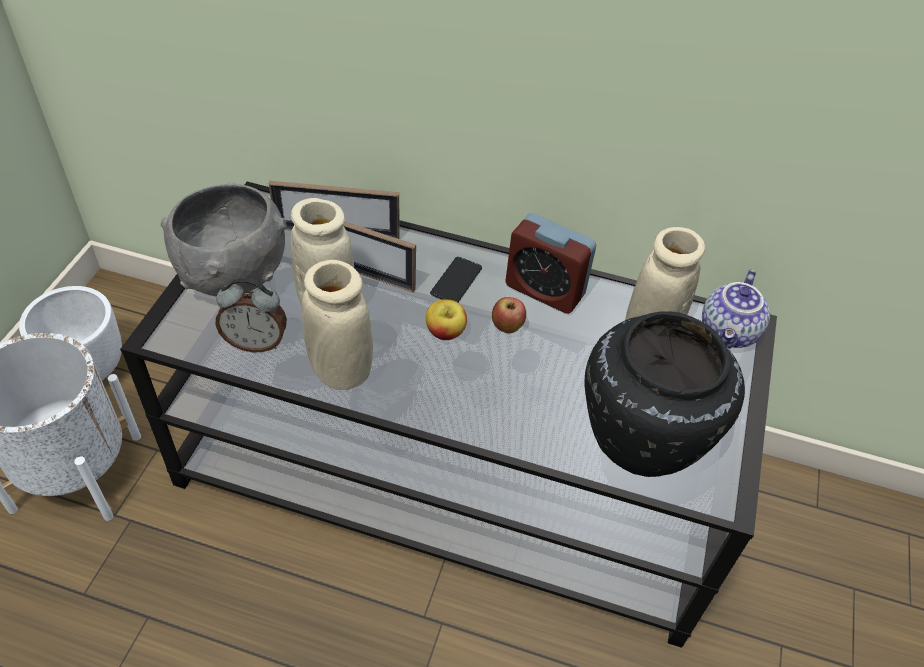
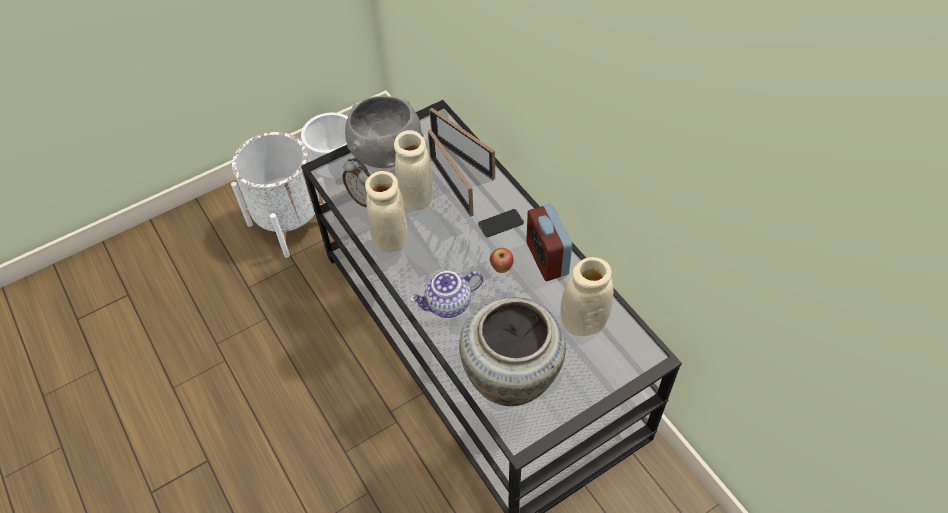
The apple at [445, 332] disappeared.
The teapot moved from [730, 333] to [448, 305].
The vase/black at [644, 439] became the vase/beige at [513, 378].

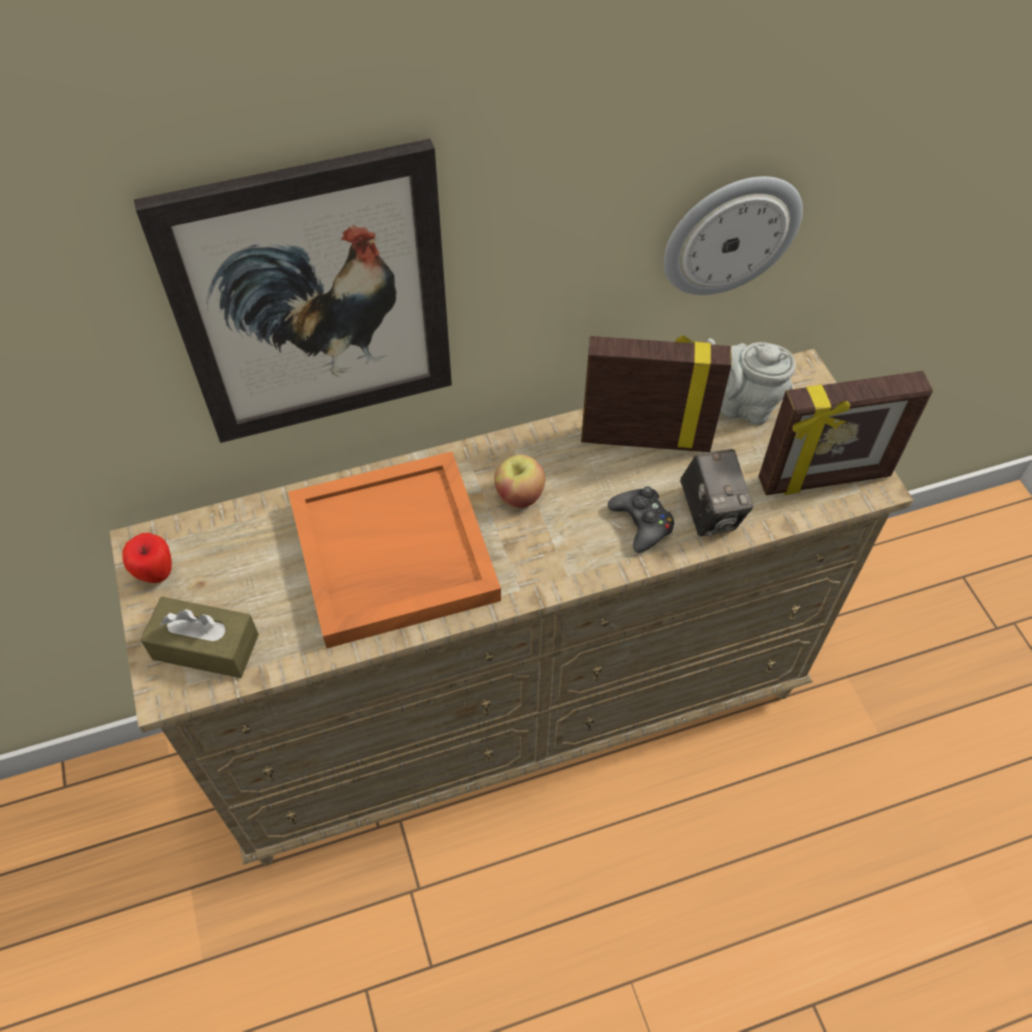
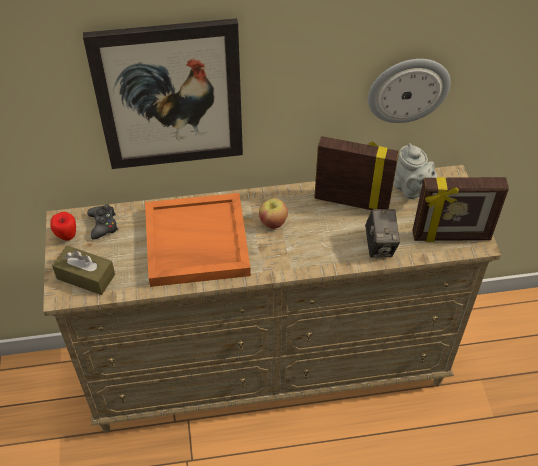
The game controller/black moved from [642, 523] to [103, 225].
The teapot/grey at [741, 404] turned 150 degrees counterclockwise.

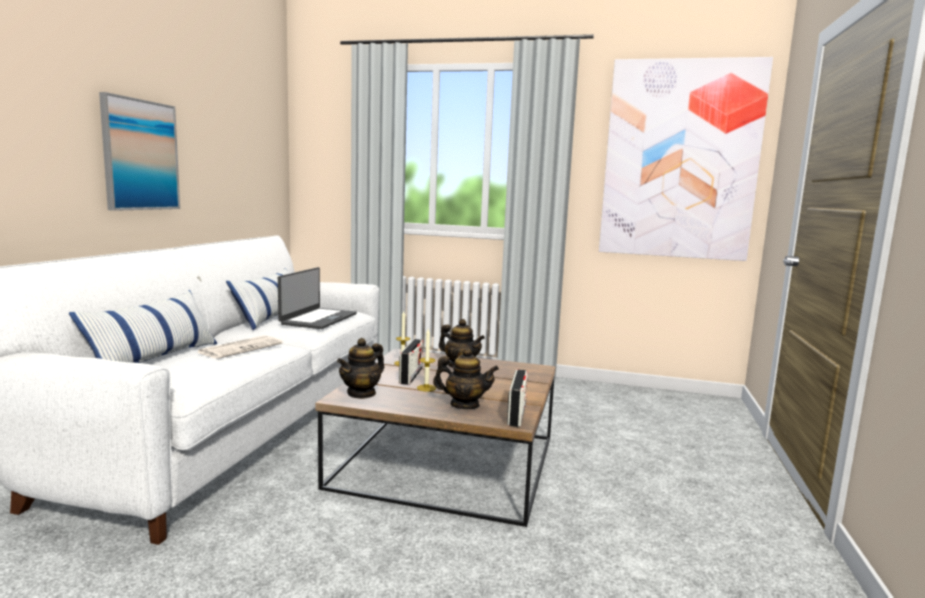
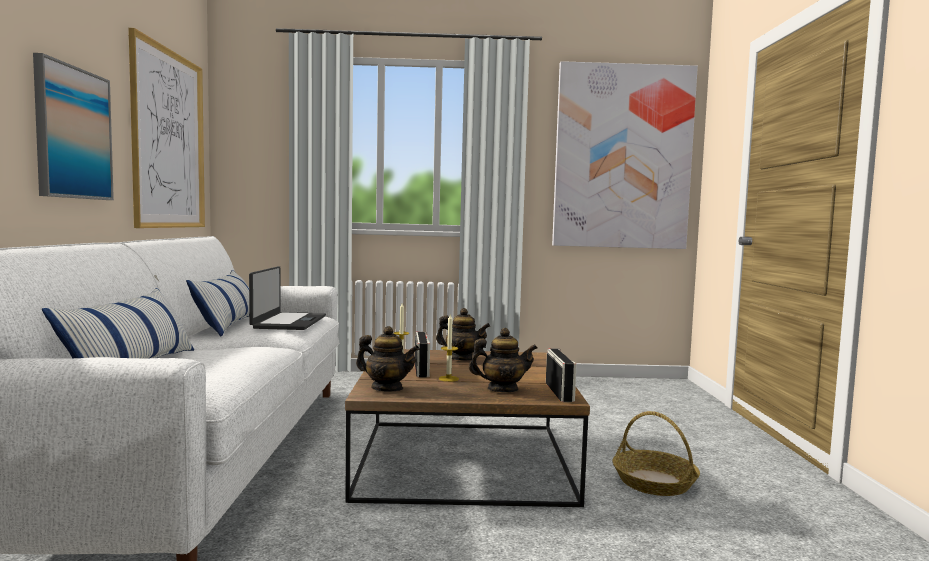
The newspaper at [241, 348] disappeared.
The picture at [169, 140] appeared.
The basket at [654, 482] appeared.
The teapot at [361, 393] turned 90 degrees counterclockwise.

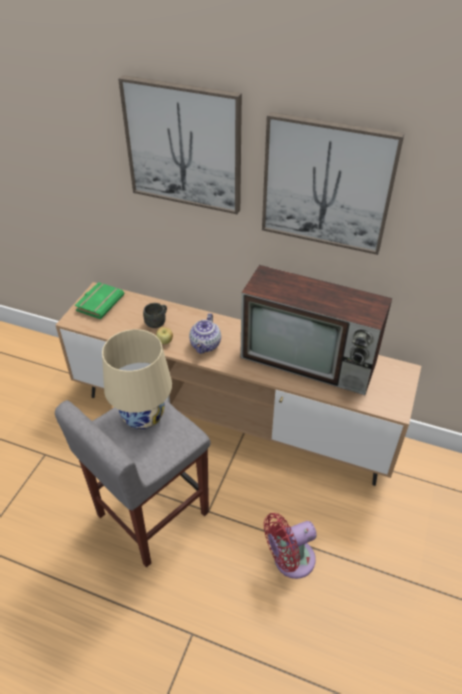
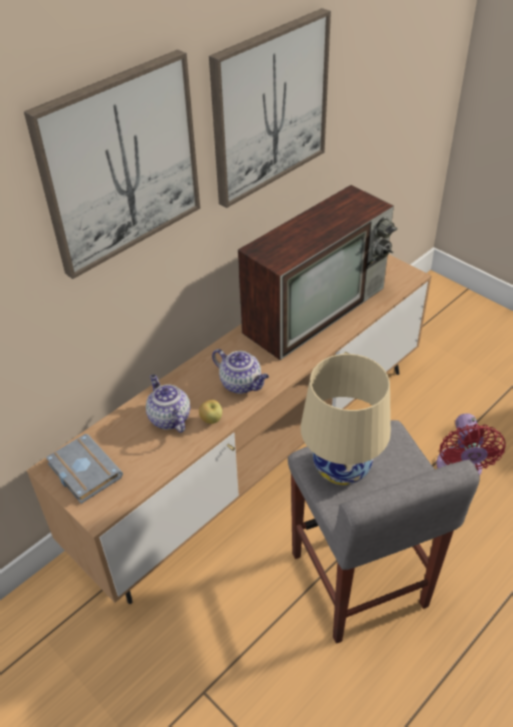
The mug/grey at [157, 322] was replaced by the teapot at [168, 418].
The book/green at [99, 302] became the book/grey at [82, 471].

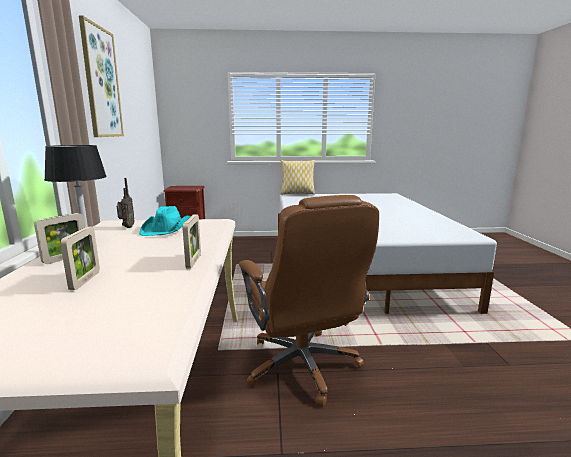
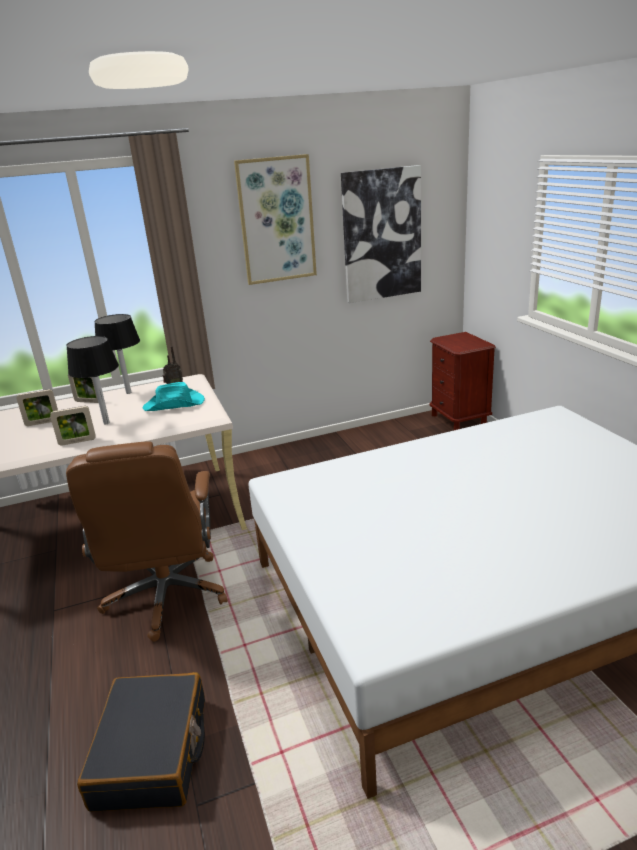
The pillow at [297, 194] disappeared.
The table lamp/black at [106, 423] appeared.
The suitcase/black at [152, 752] appeared.
The picture at [381, 235] appeared.
The office chair/brown at [303, 366] turned 60 degrees counterclockwise.

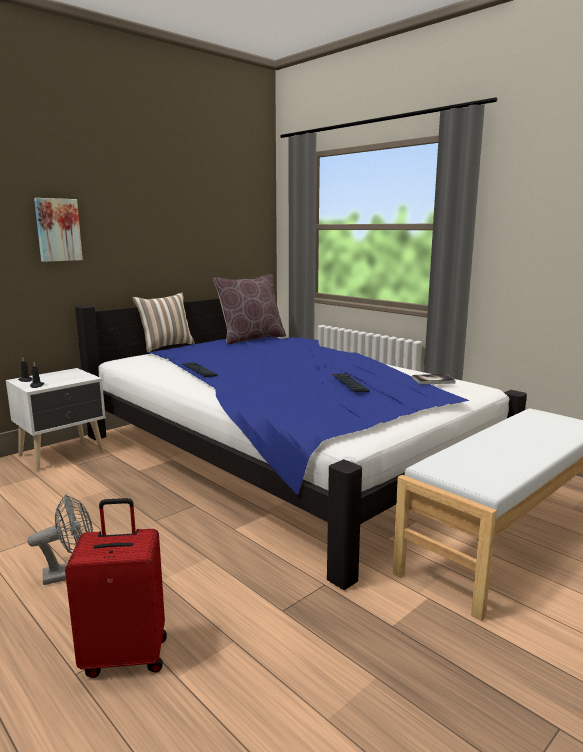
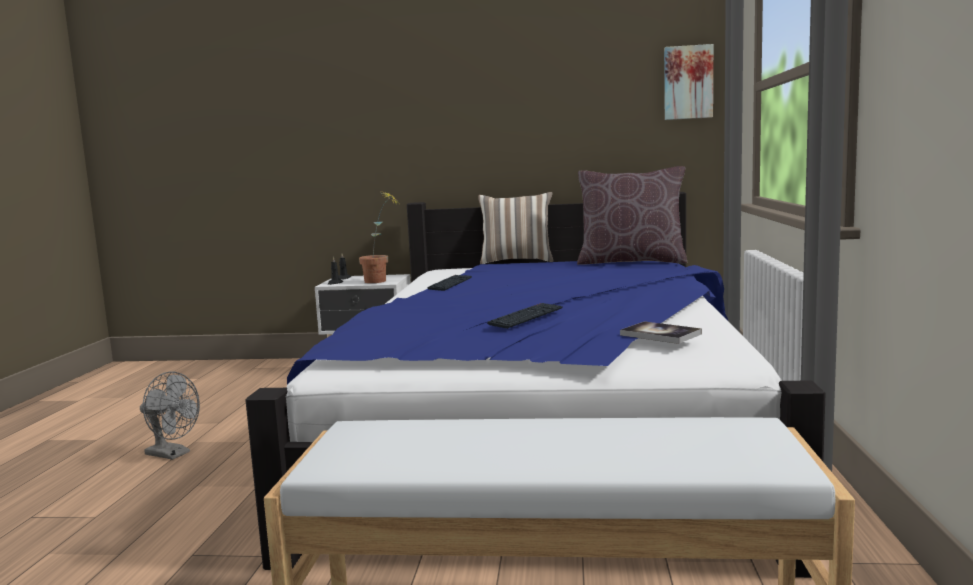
The suitcase/red at [126, 655] disappeared.
The potted plant at [381, 281] appeared.
The picture moved from [58, 230] to [688, 82].

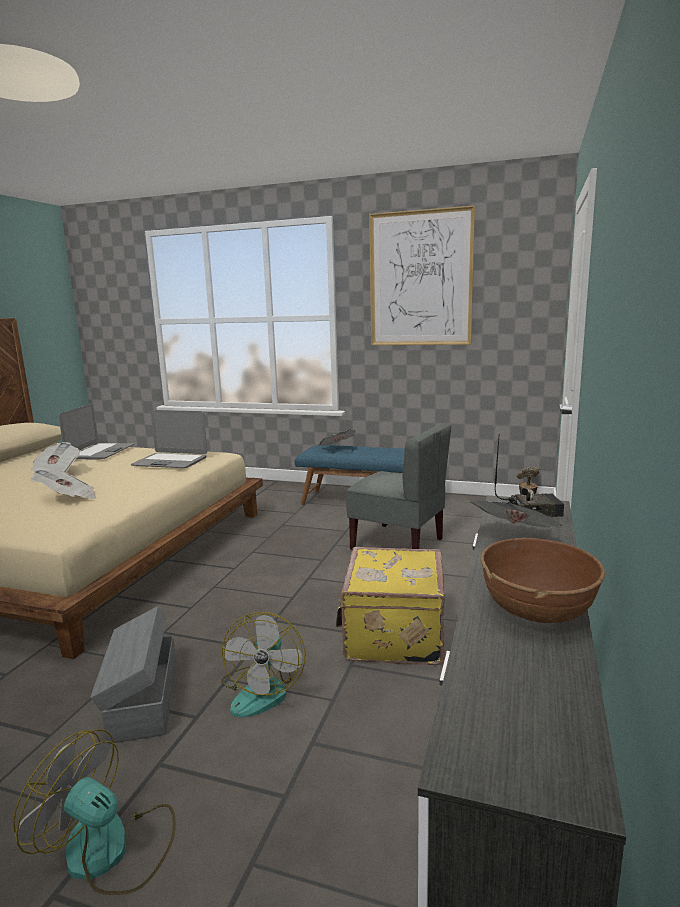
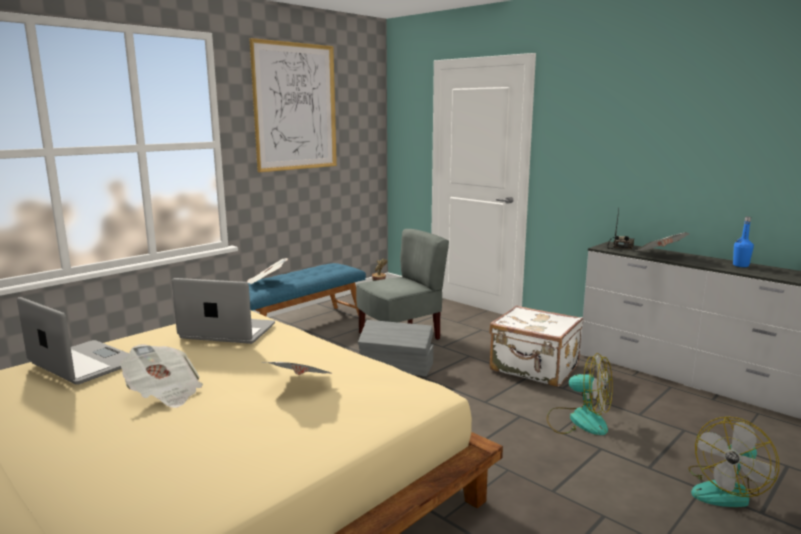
The storage box/grey moved from [142, 700] to [397, 366].
The bowl/brown at [538, 610] was replaced by the bottle/blue at [740, 265].
The suitcase/yellow at [392, 635] became the suitcase/white at [534, 369].
The laptop at [170, 462] turned 120 degrees counterclockwise.

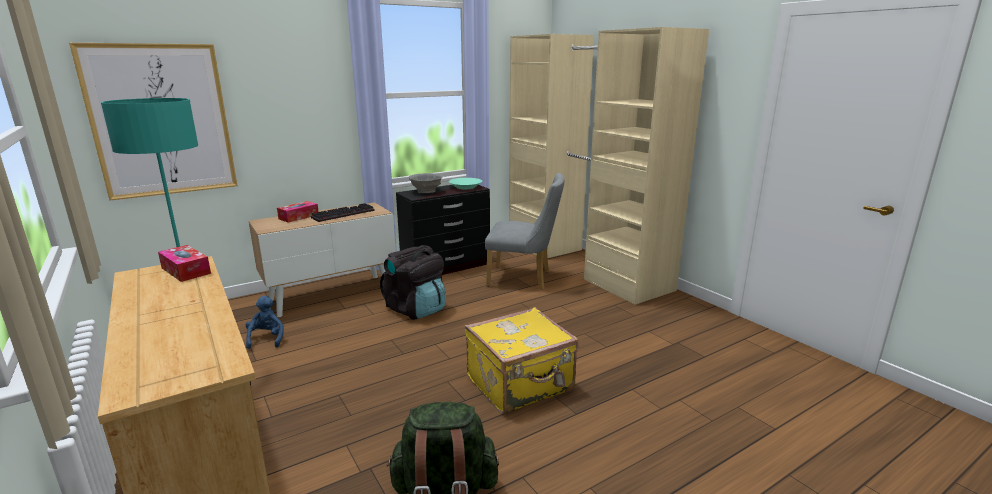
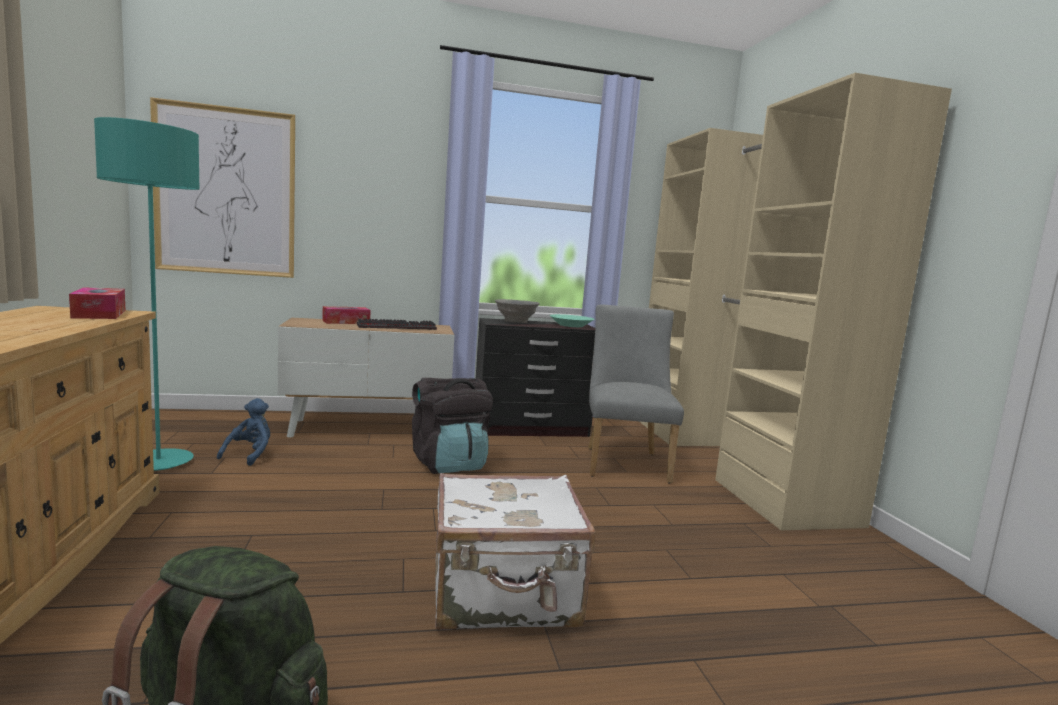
The suitcase/yellow at [521, 385] became the suitcase/white at [505, 595].
The chair/grey at [524, 279] turned 120 degrees counterclockwise.

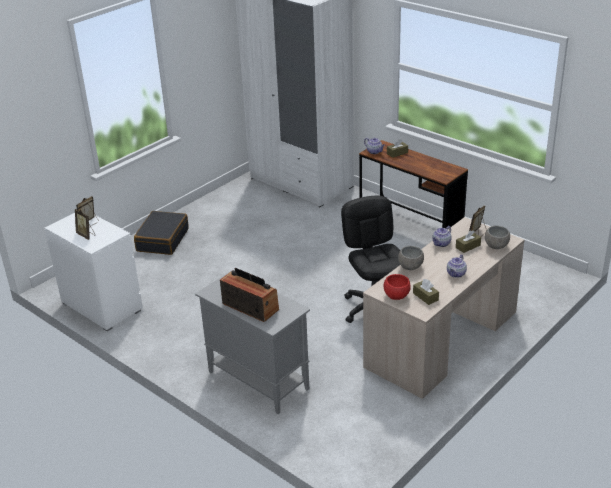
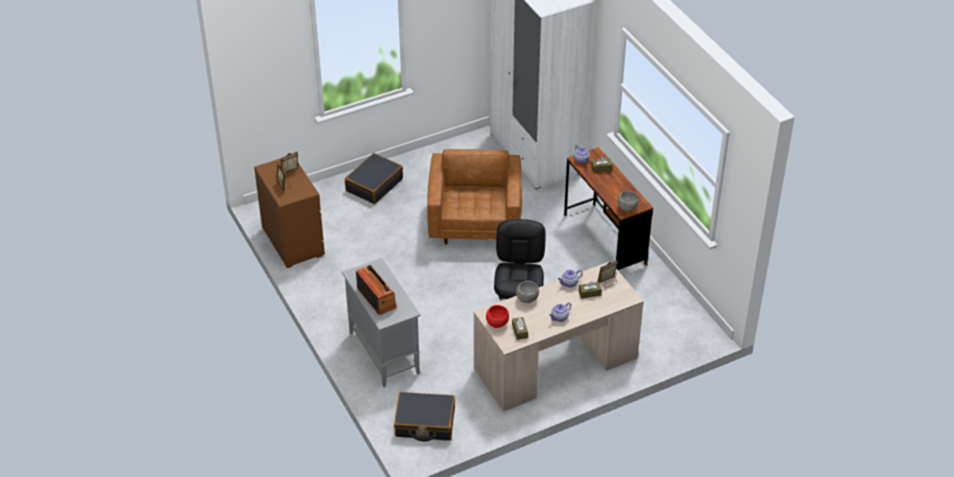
The suitcase/black at [425, 423] appeared.
The armchair/brown at [475, 224] appeared.
The bowl/grey moved from [496, 246] to [627, 208].
The dresser/white at [101, 306] became the dresser/brown at [293, 241].

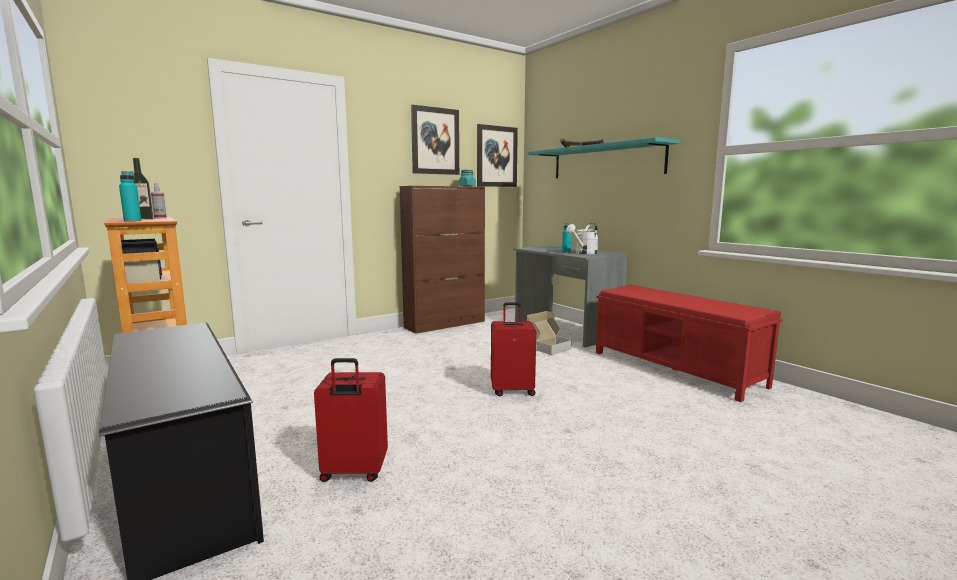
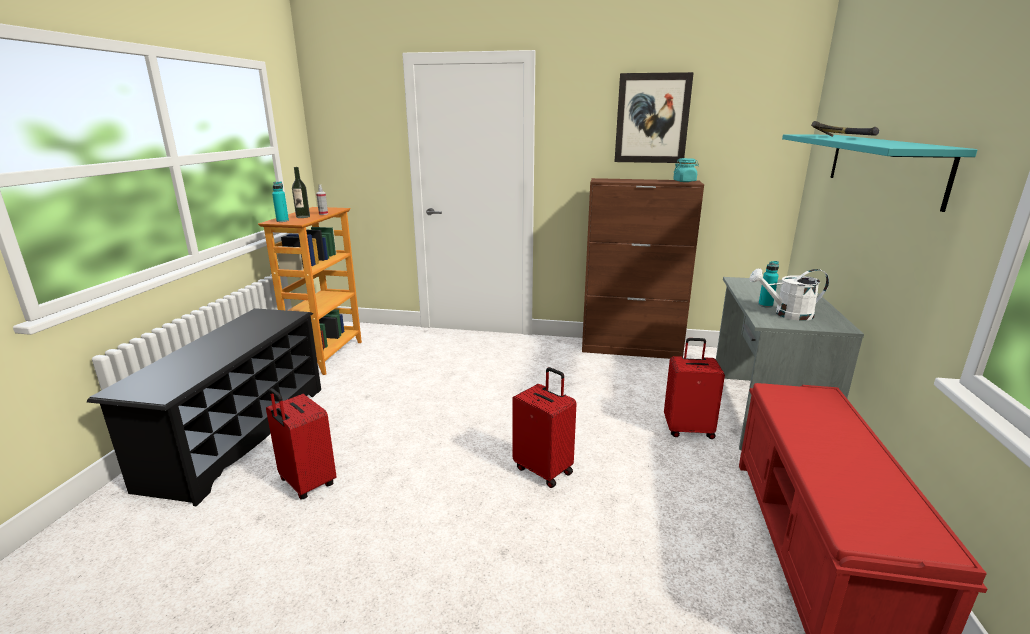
The picture at [496, 156] disappeared.
The cardboard box at [547, 347] was replaced by the suitcase/red at [688, 429].

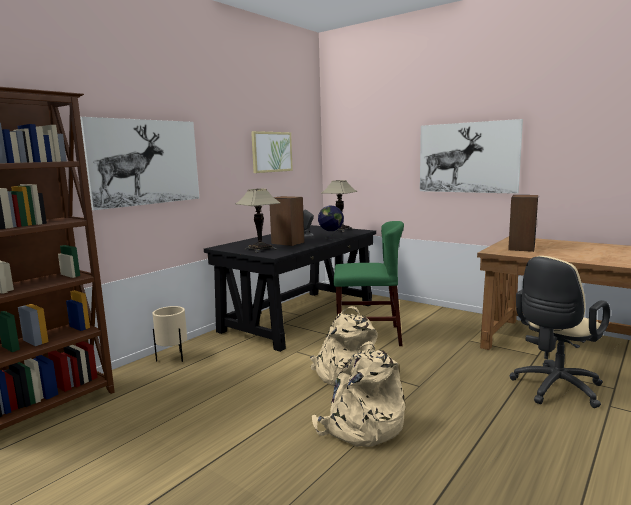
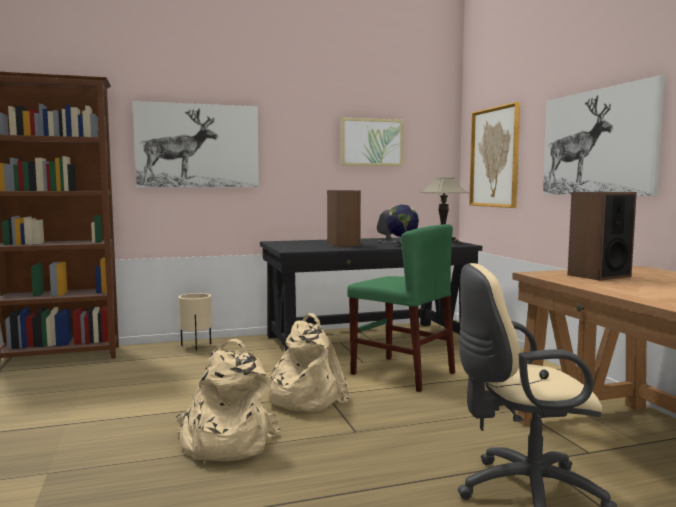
The table lamp at [260, 249] disappeared.
The picture at [495, 157] appeared.

